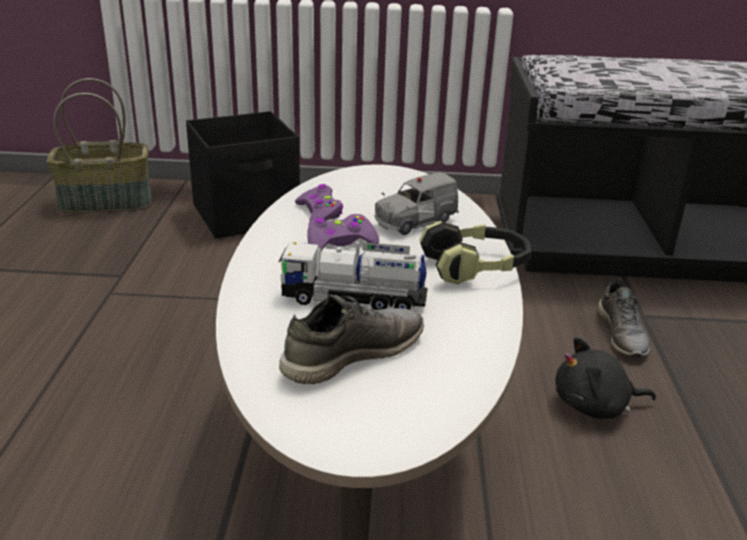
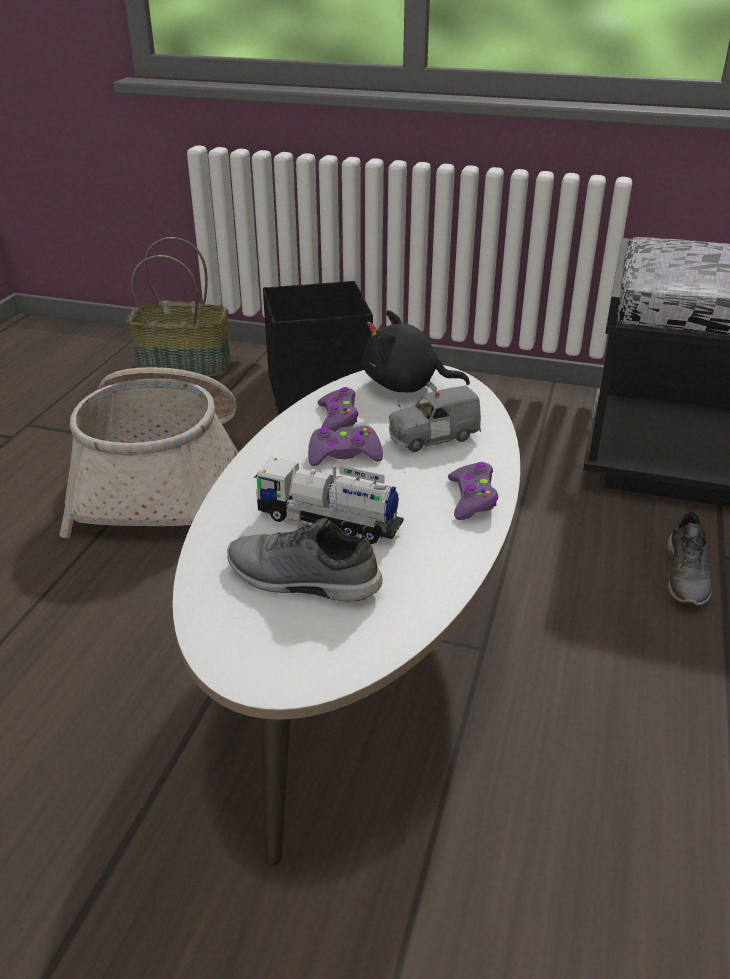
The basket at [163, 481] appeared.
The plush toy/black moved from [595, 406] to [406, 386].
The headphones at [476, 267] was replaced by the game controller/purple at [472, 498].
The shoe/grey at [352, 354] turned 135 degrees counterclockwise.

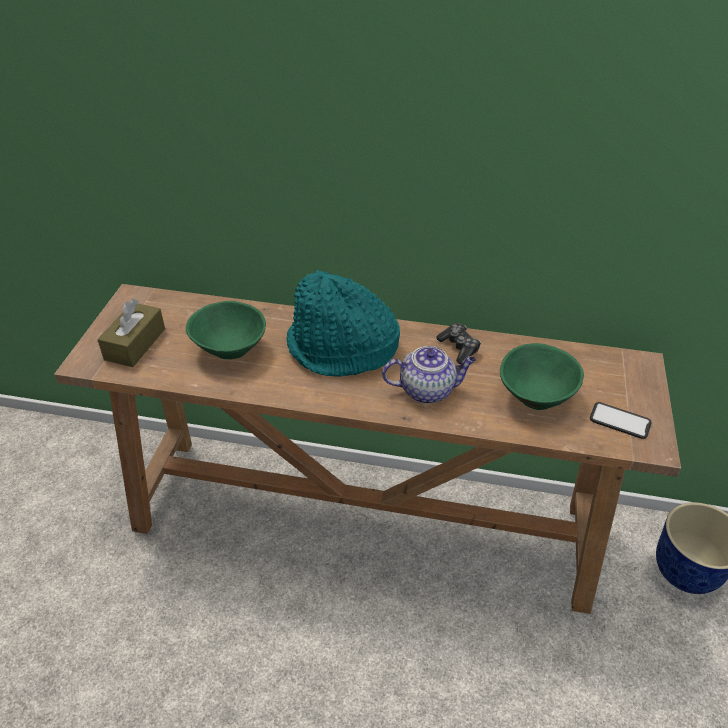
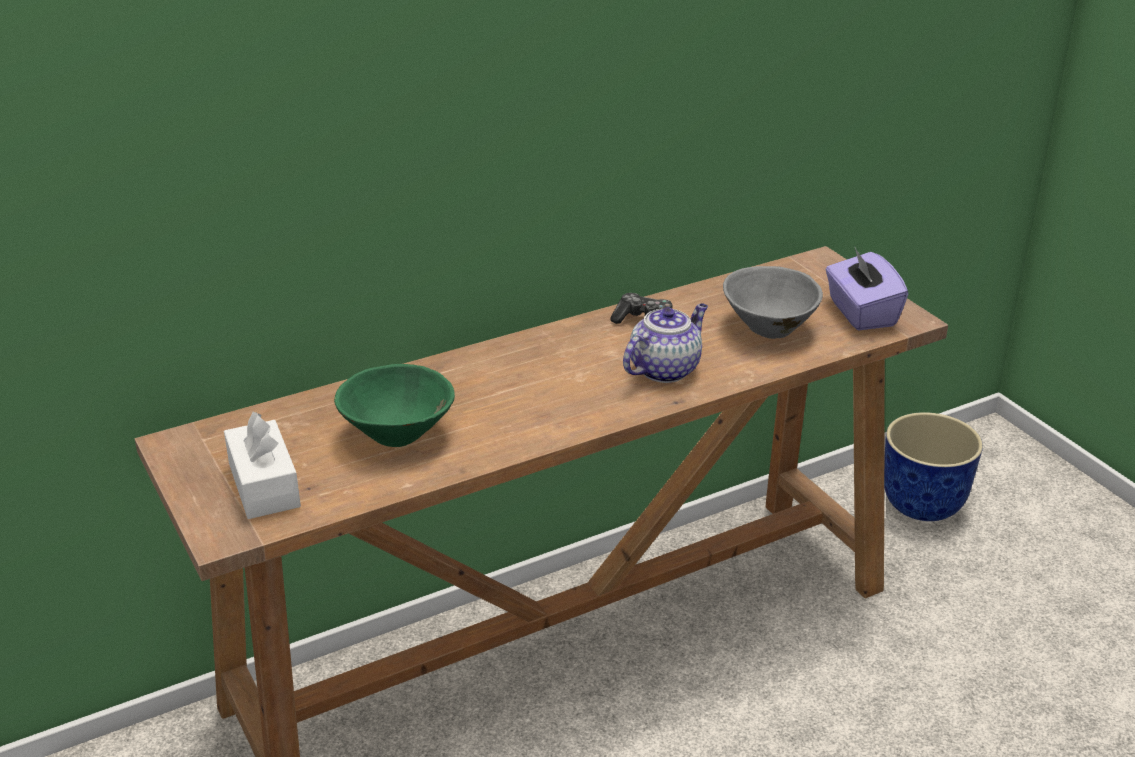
The hat/turquoise at [342, 349] disappeared.
The phone at [620, 421] was replaced by the tissue box/purple at [861, 313].
The tissue box/brown at [135, 344] became the tissue box/white at [264, 485].
The bowl/green at [536, 396] became the bowl/grey at [768, 327].

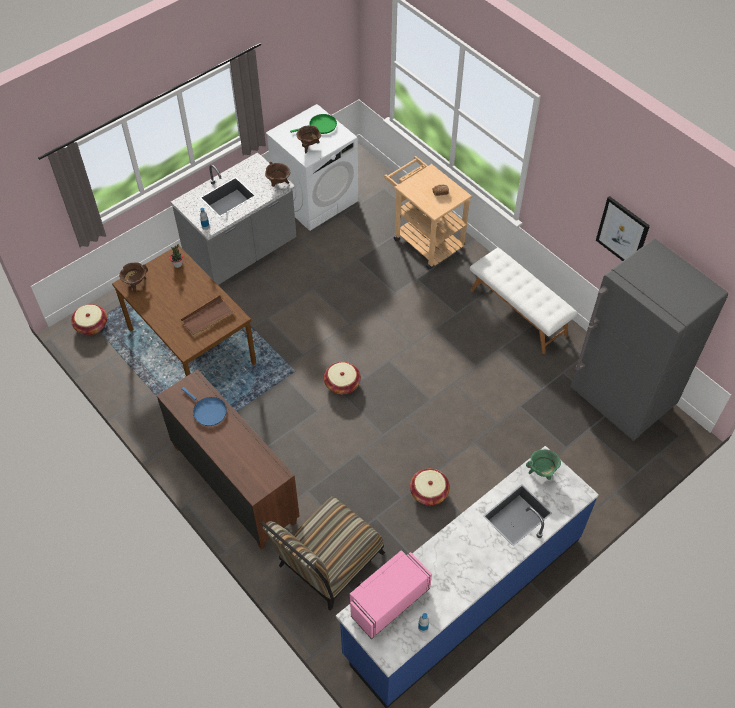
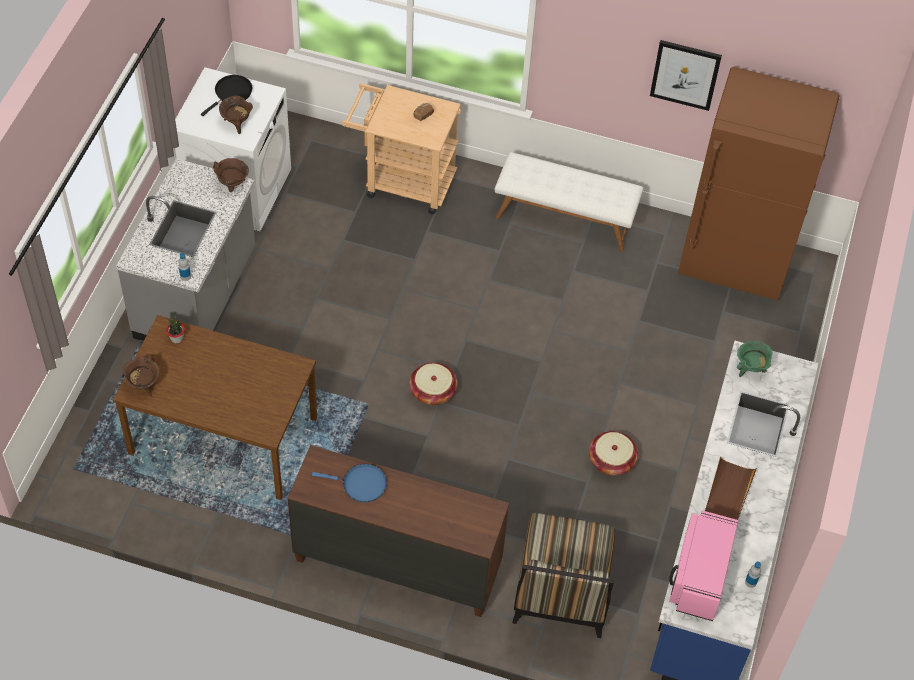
The basket at [91, 325] disappeared.
The tray/brown moved from [207, 317] to [728, 492].
The frying pan/green at [321, 126] became the frying pan/black at [232, 93].
The fridge/grey at [621, 400] became the fridge/brown at [734, 263].

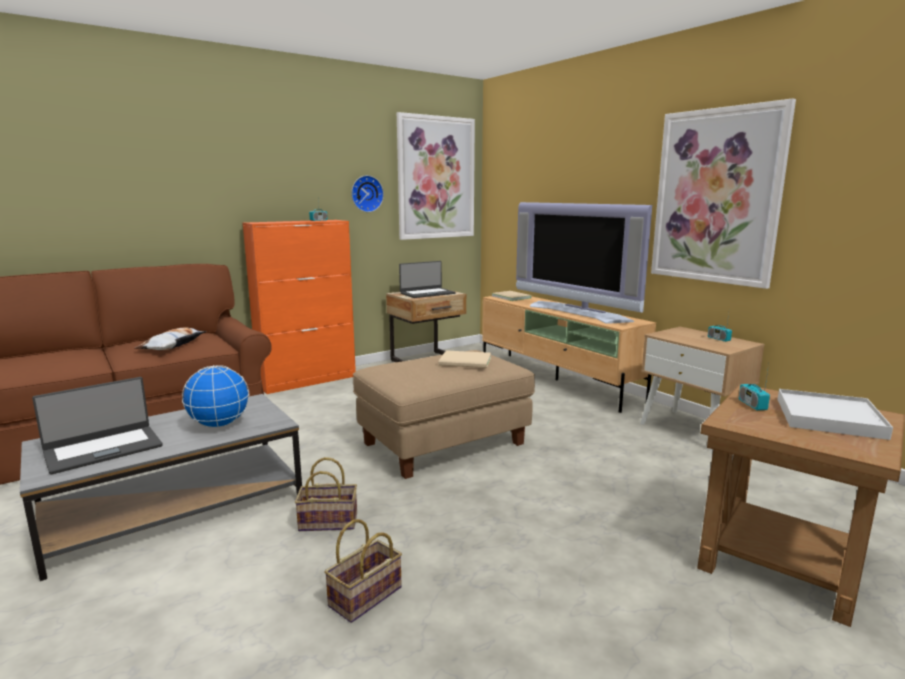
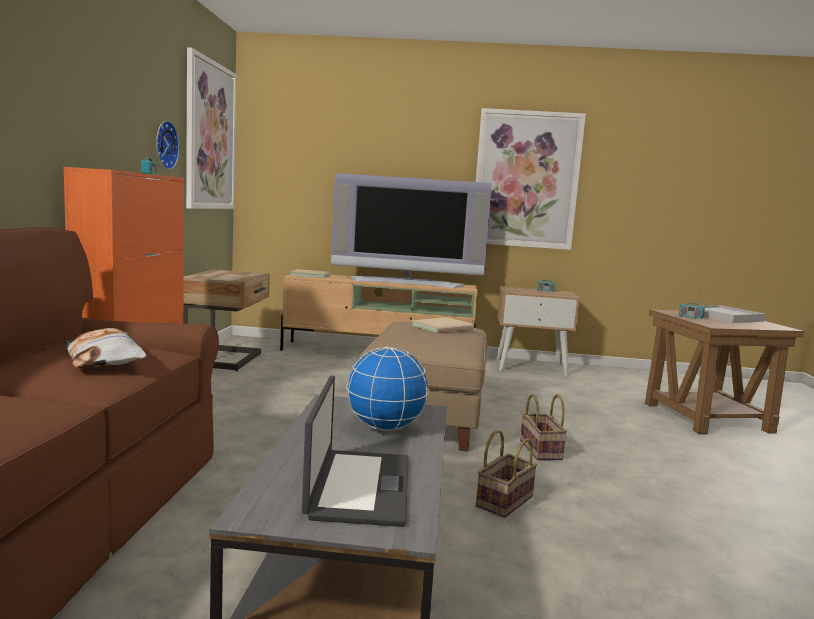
The laptop at [427, 293] disappeared.
The basket moved from [365, 598] to [542, 450].

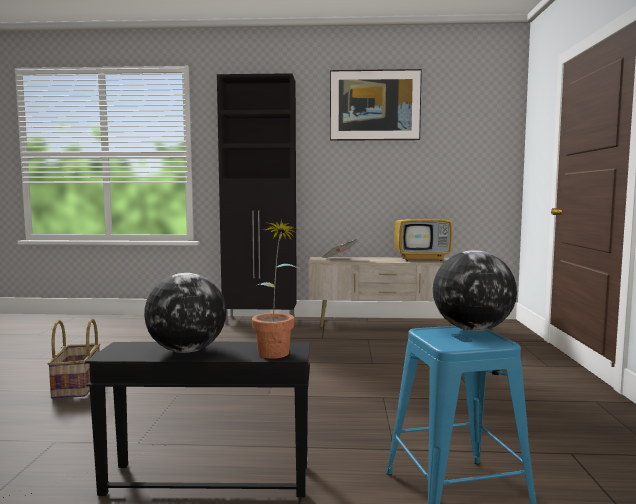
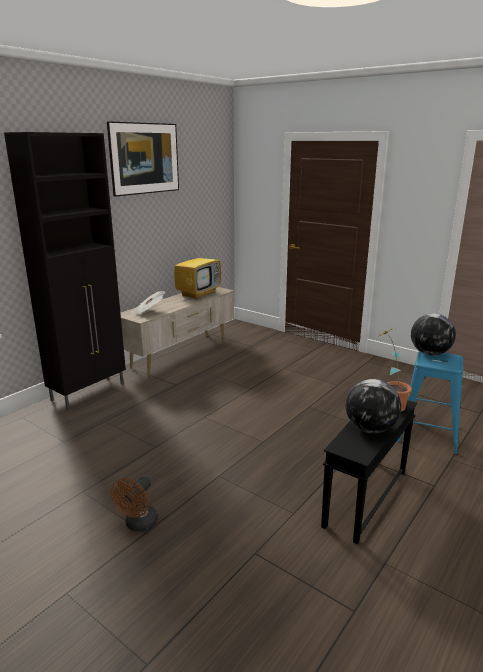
The basket at [78, 386] was replaced by the fan/brown at [138, 525].

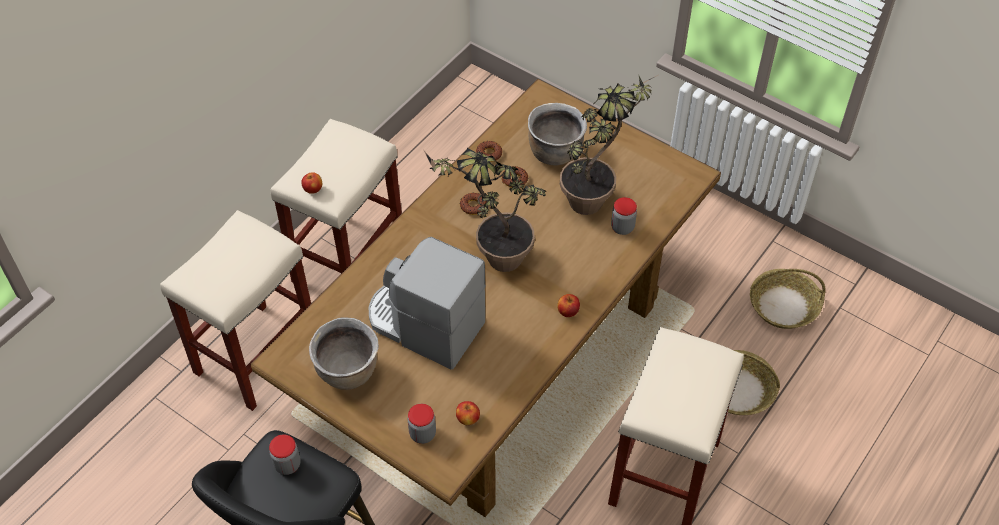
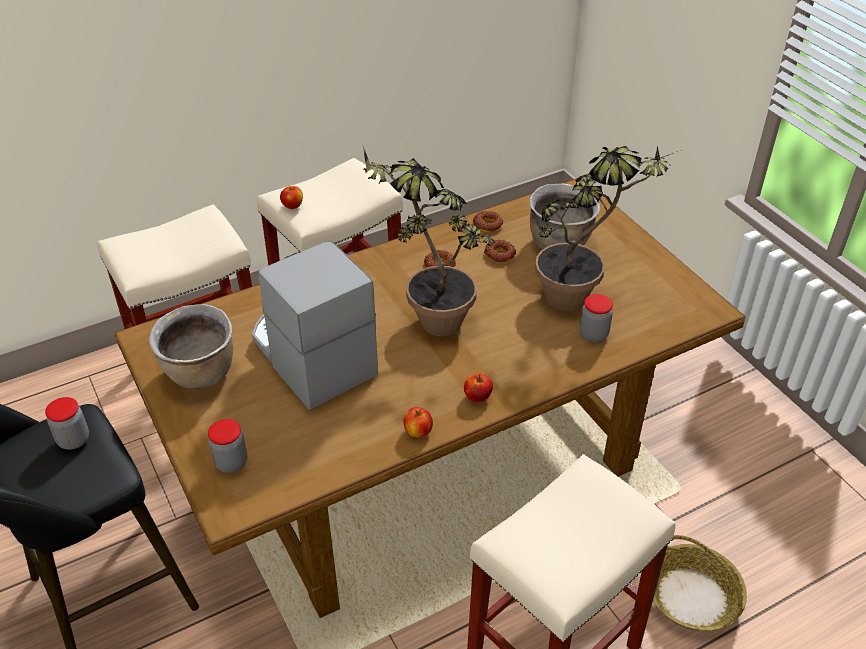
The basket at [783, 306] disappeared.
The apple moved from [468, 419] to [418, 432].

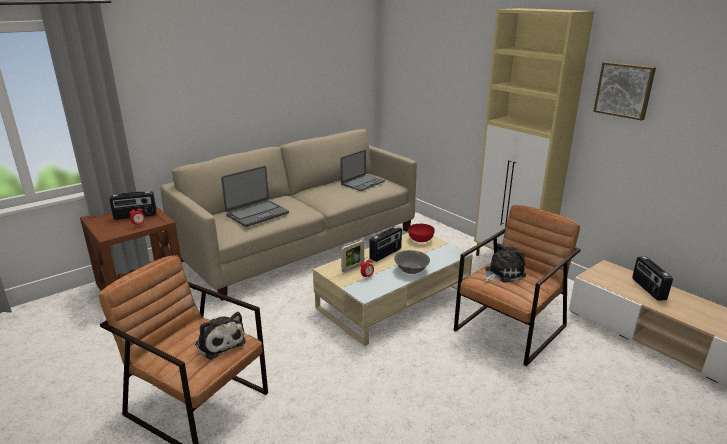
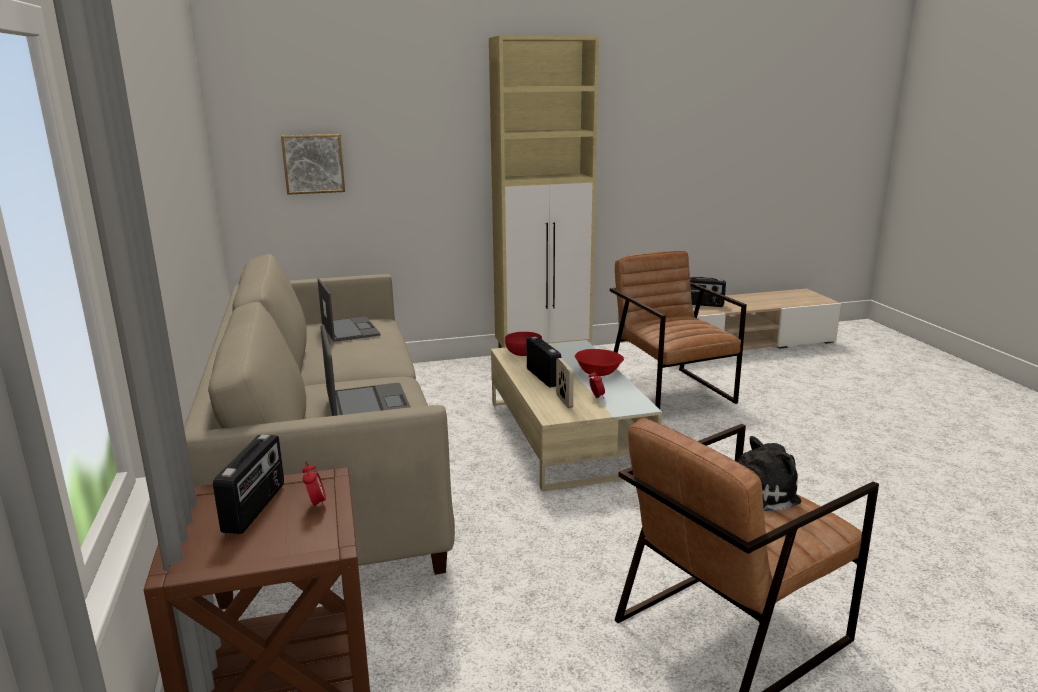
The plush toy at [502, 273] disappeared.
The picture moved from [624, 90] to [313, 163].
The bowl/grey at [411, 270] became the bowl/red at [598, 373].

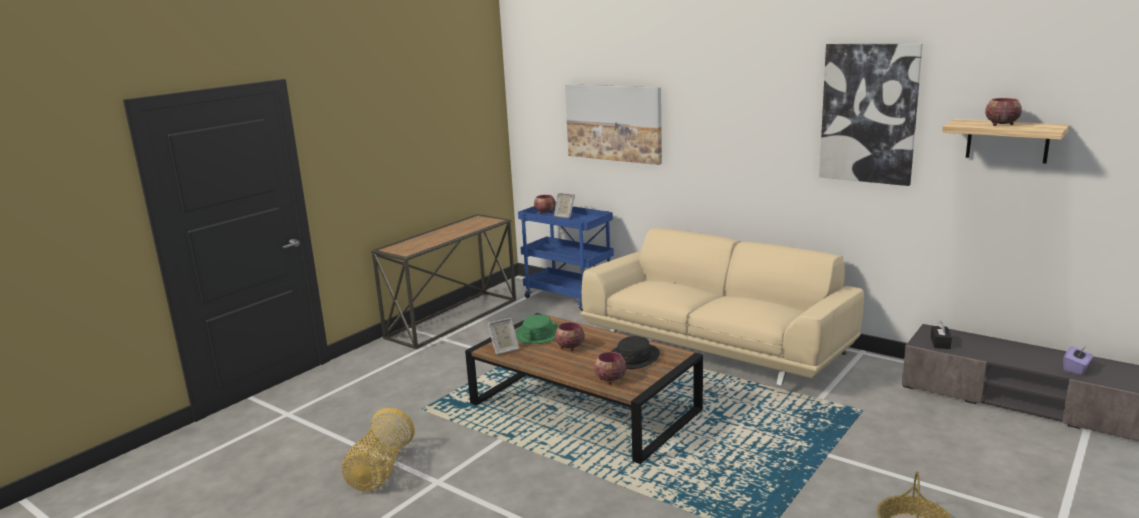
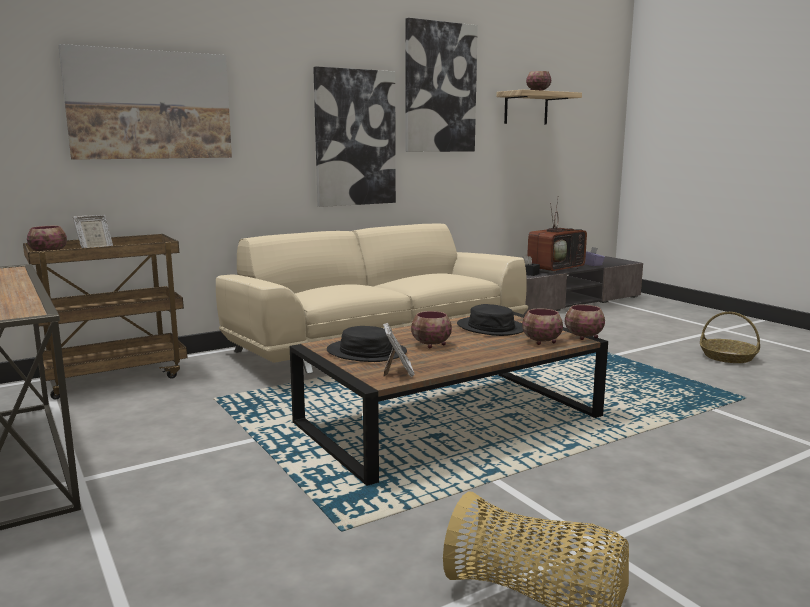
The picture at [355, 138] appeared.
The television at [555, 269] appeared.
The bowl at [583, 337] appeared.
The hat/green at [537, 334] became the hat/black at [366, 352].
The cart/blue at [570, 297] became the cart/brown at [116, 377].

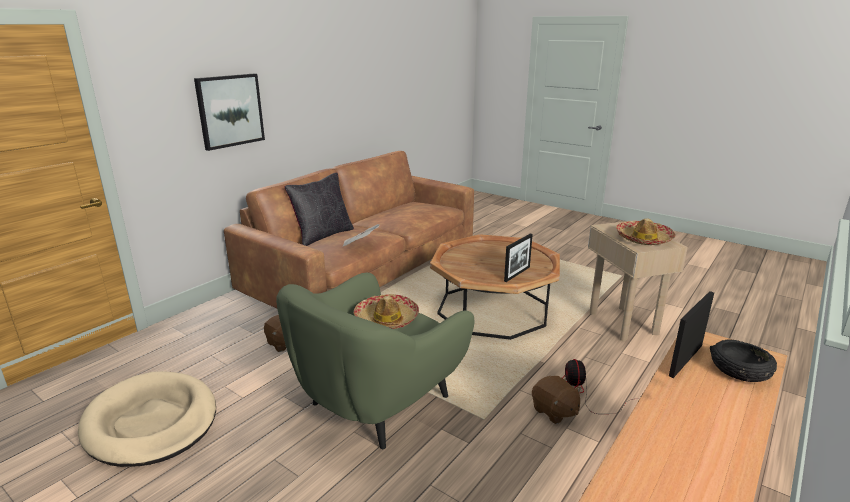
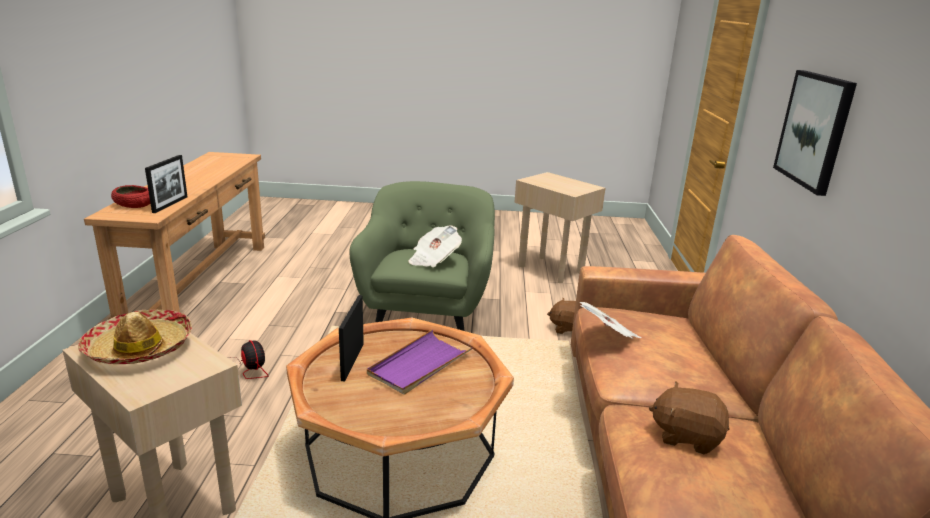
The pillow/black at [322, 235] disappeared.
The tray/purple at [419, 365] appeared.
The plush toy/brown moved from [554, 411] to [686, 436].
The dog bed/beige at [151, 422] was replaced by the side table/beige at [551, 269].
The hat at [387, 319] was replaced by the newspaper at [433, 259].
The bowl/black at [739, 372] became the bowl/red at [134, 205].

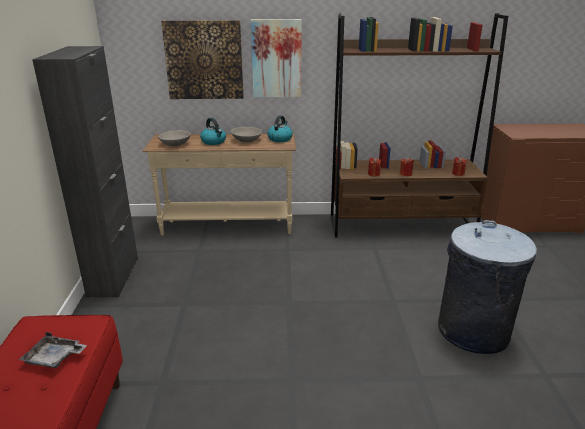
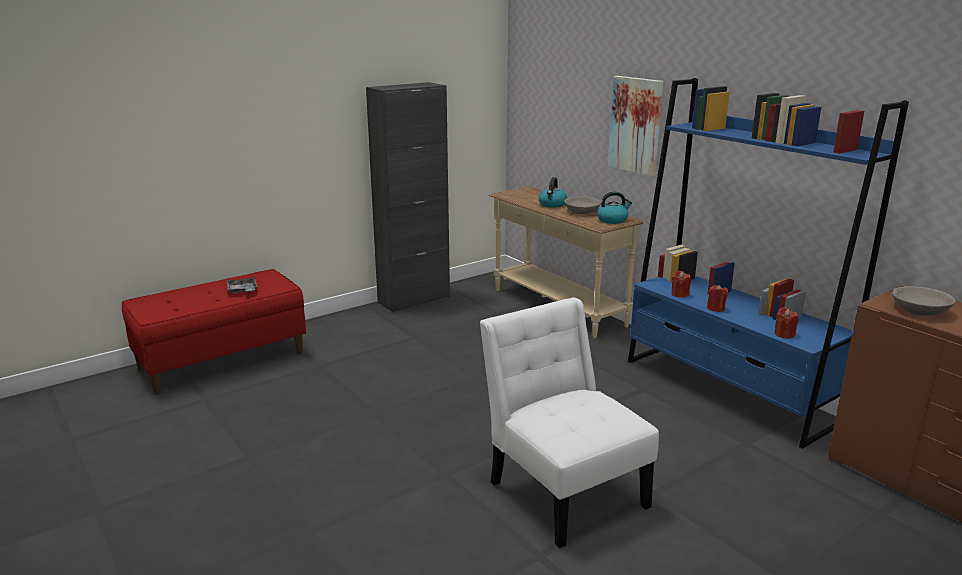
The picture at [204, 60] disappeared.
The bowl/grey moved from [175, 144] to [919, 311].
The trash can/grey at [472, 331] was replaced by the chair/white at [563, 489].
The bookcase/brown at [402, 226] became the bookcase/blue at [727, 391].

